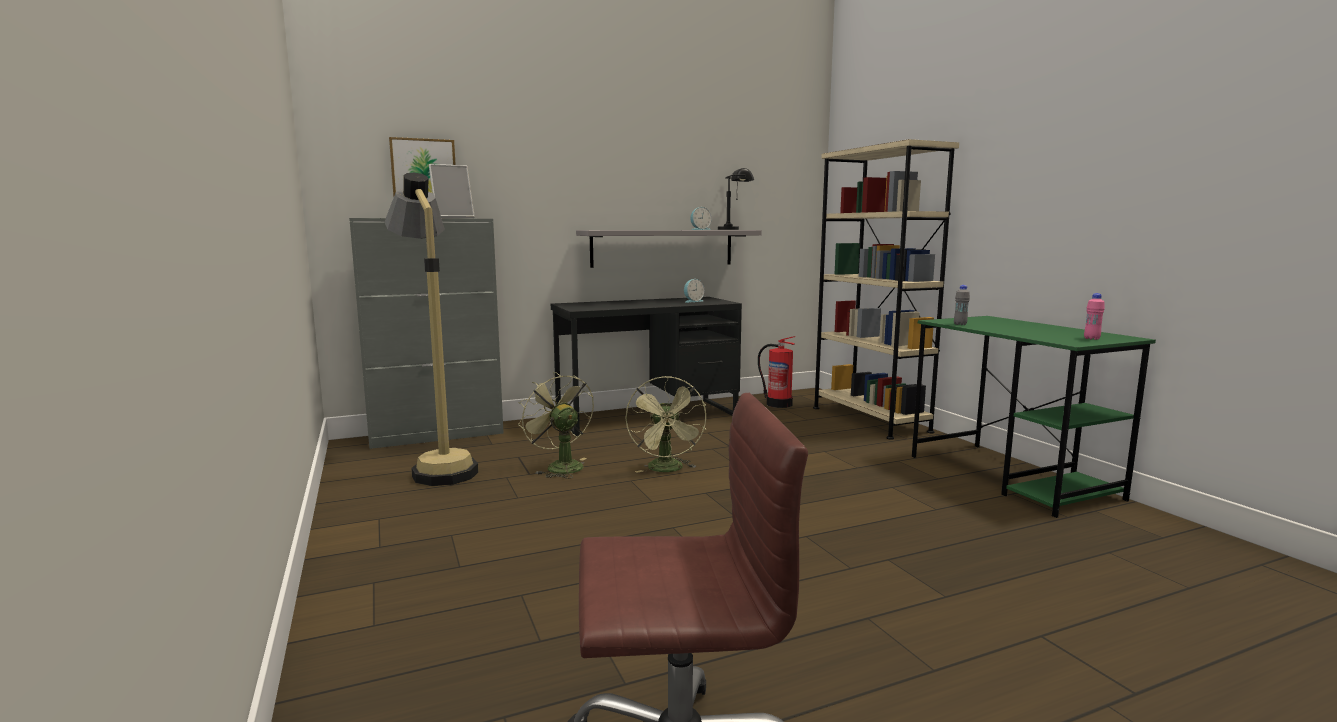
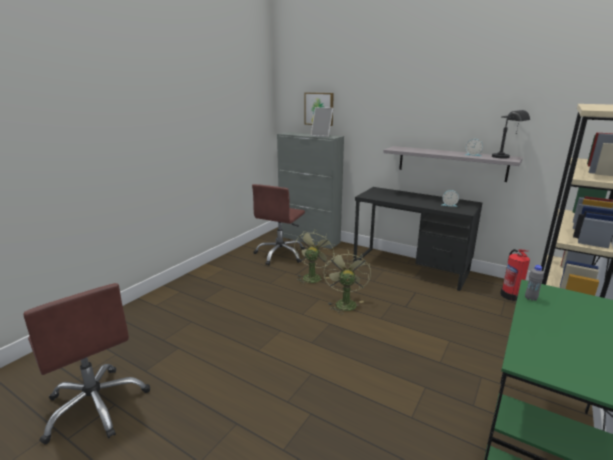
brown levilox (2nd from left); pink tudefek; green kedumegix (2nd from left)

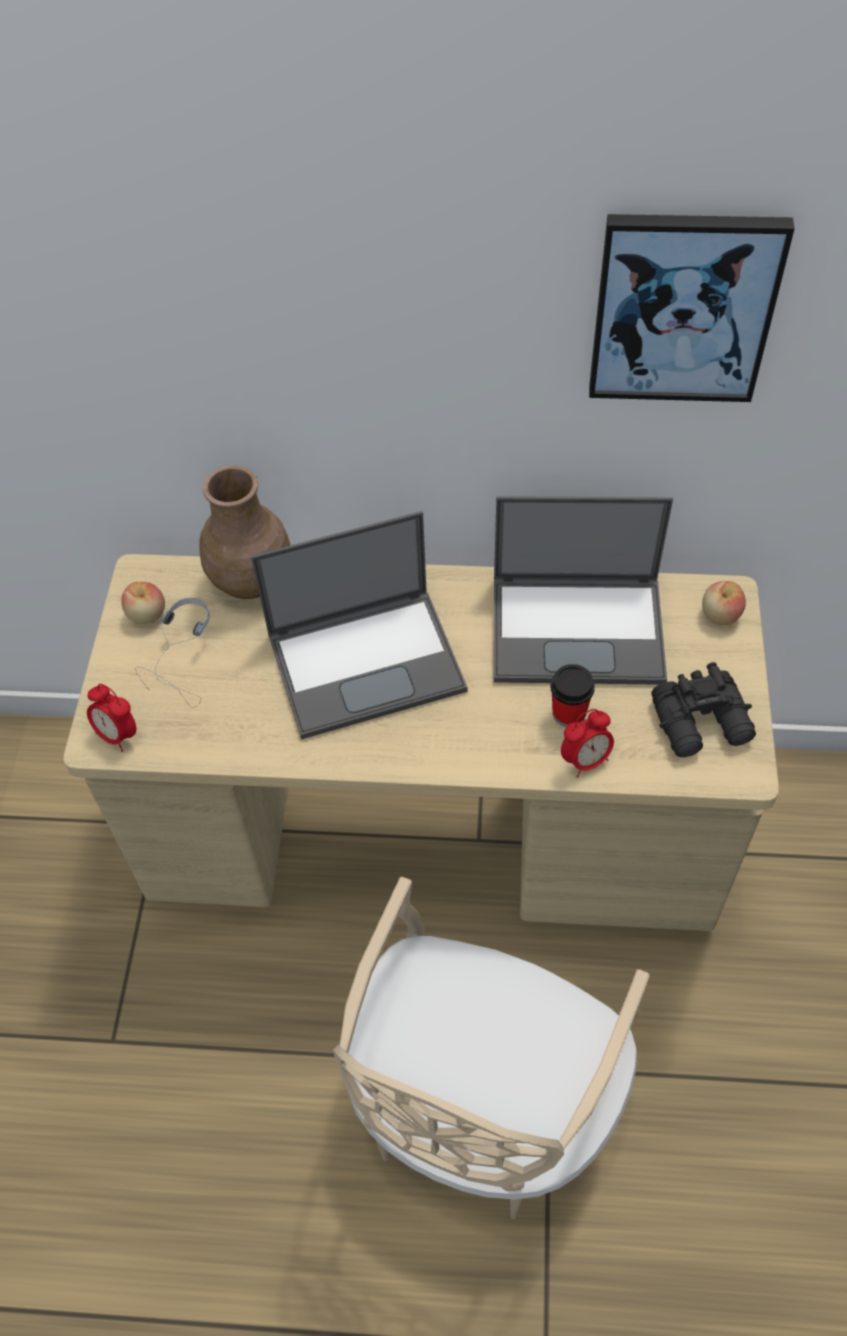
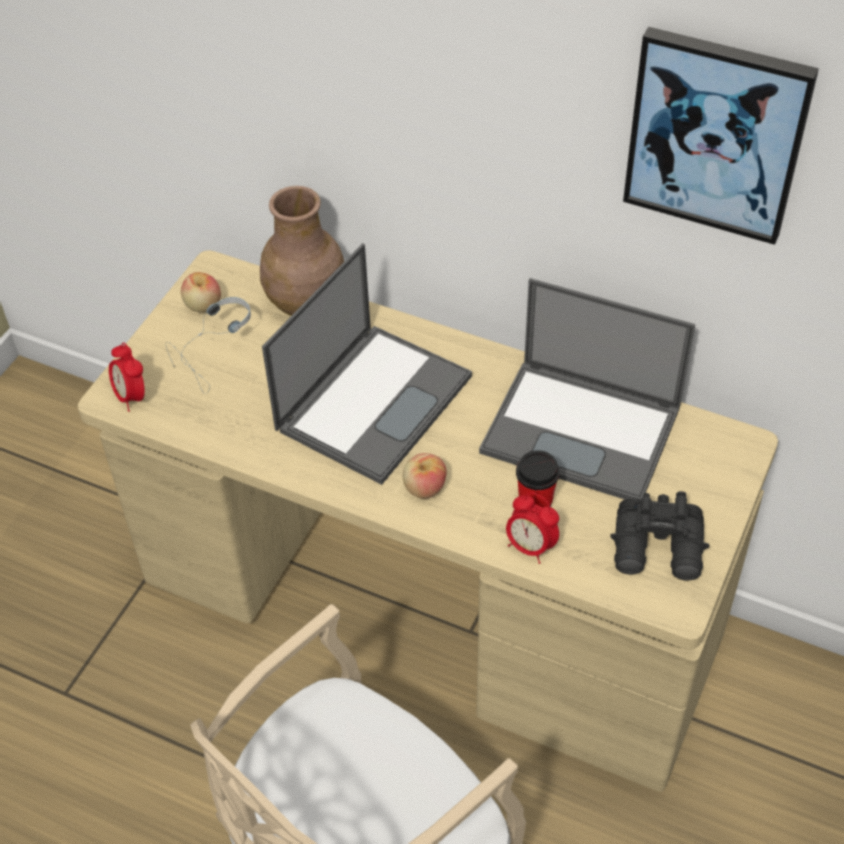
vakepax (1st from left); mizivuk (2nd from left); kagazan (2nd from left)

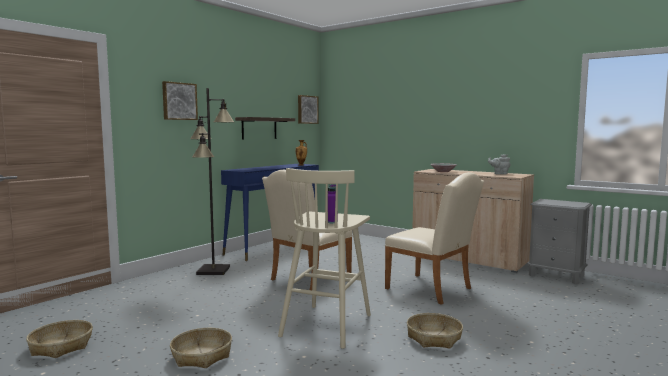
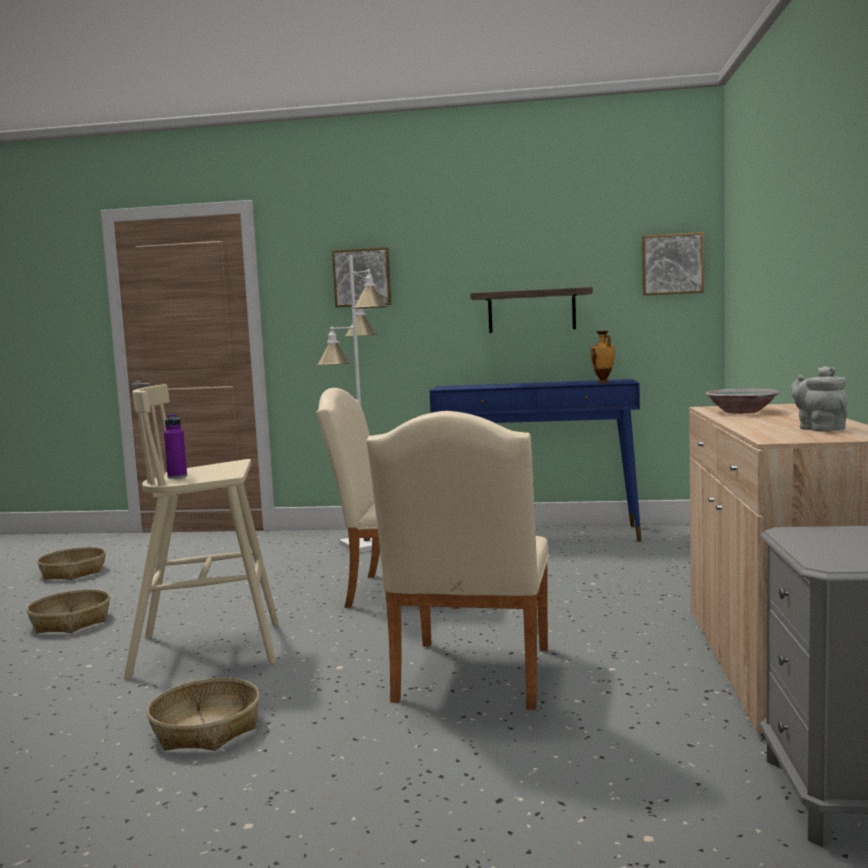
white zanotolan

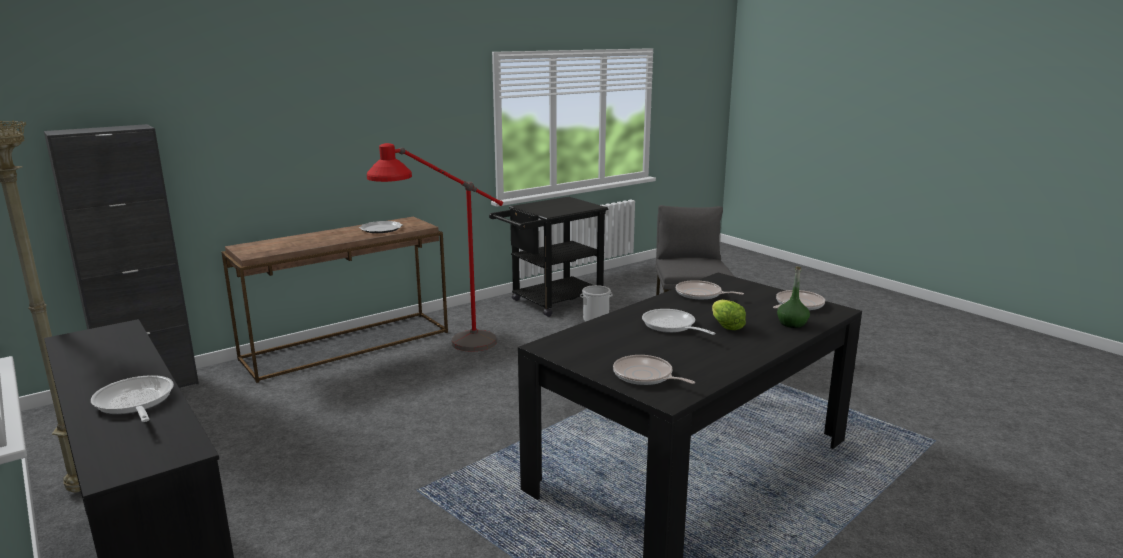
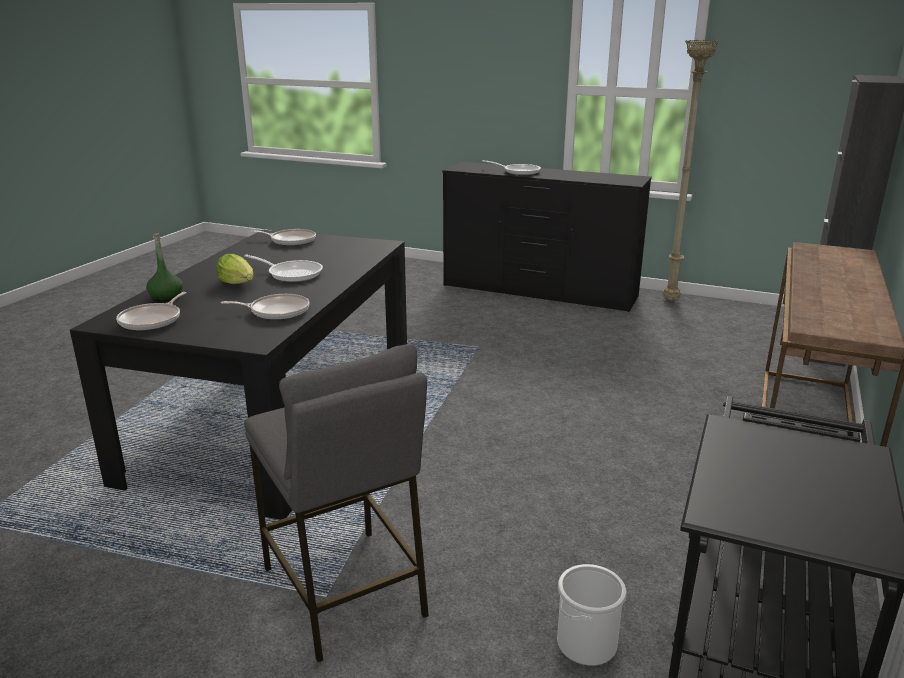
red zanotolan; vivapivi

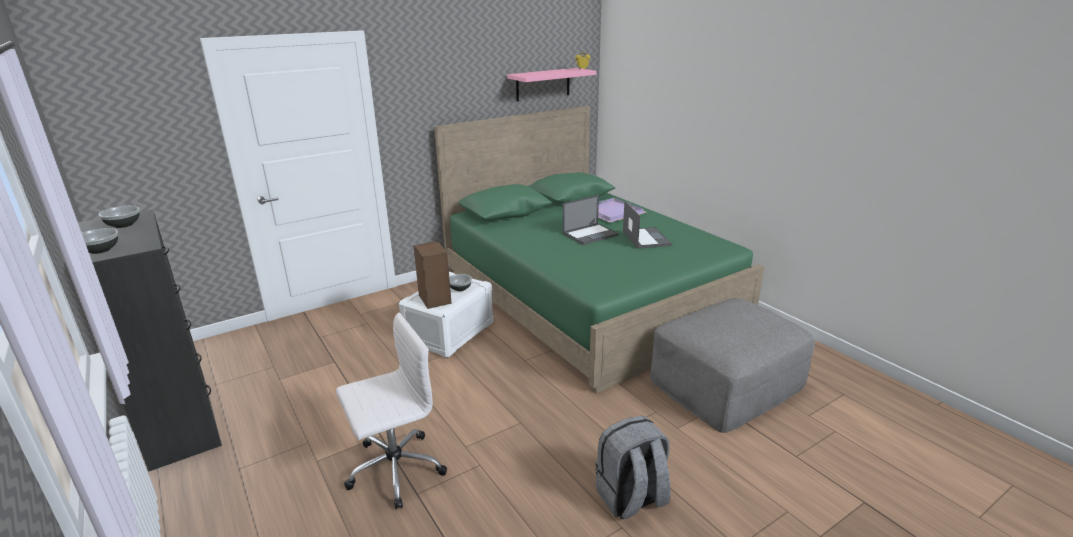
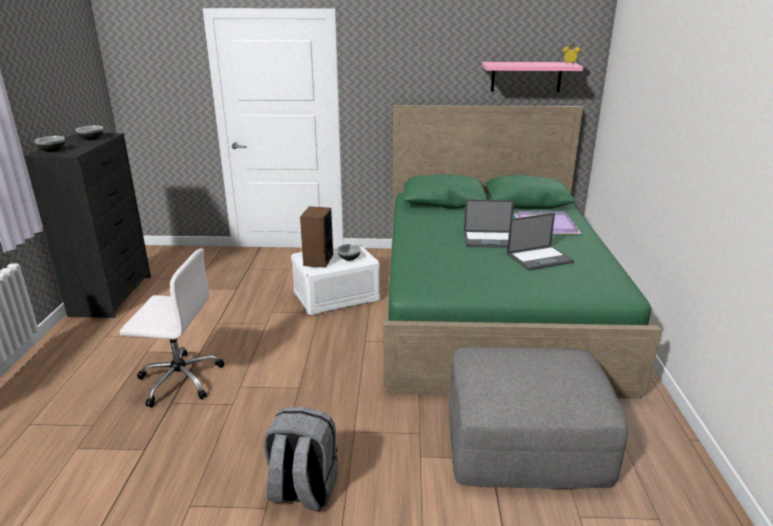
vakepax (2nd from left)

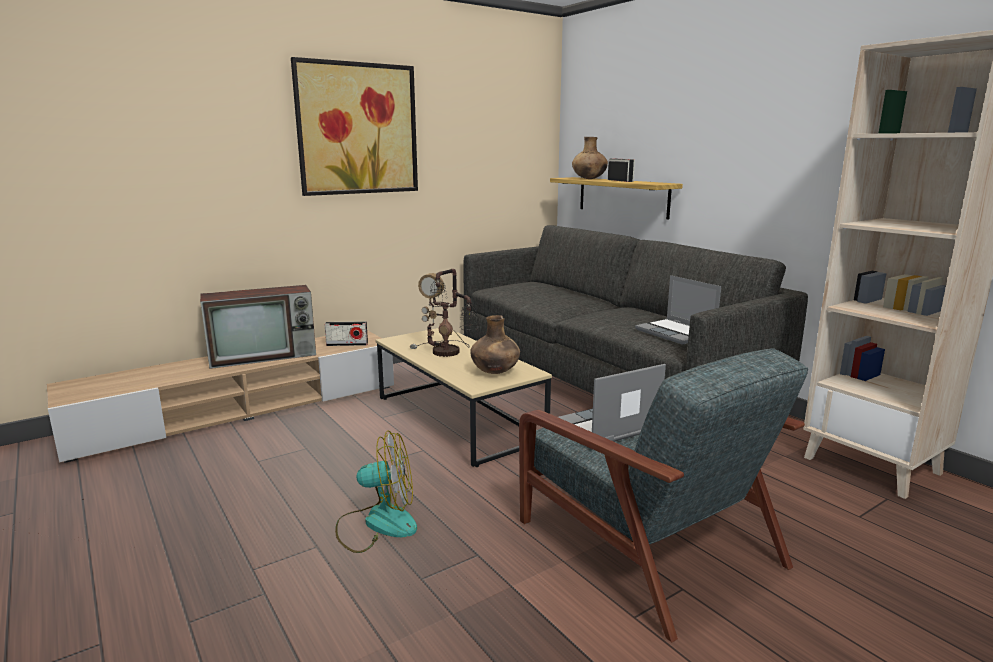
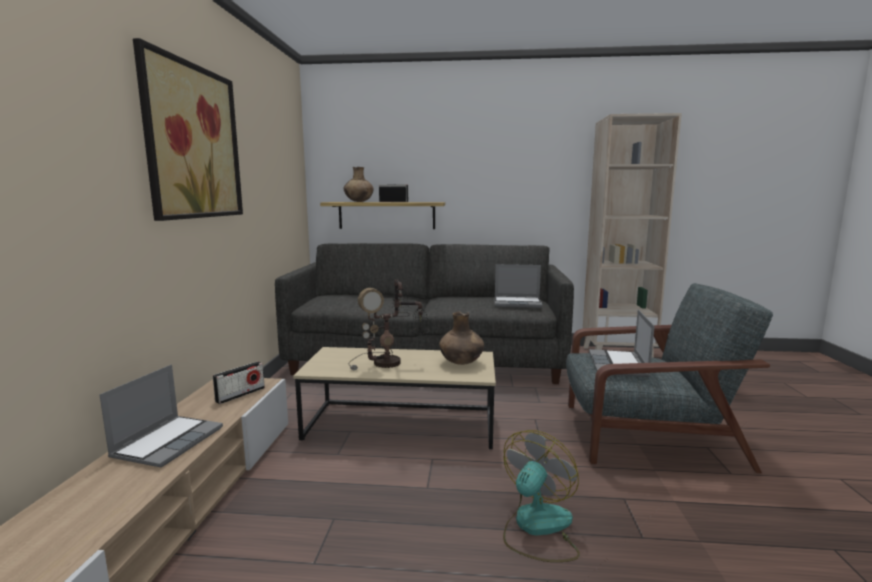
vakepax (1st from left)

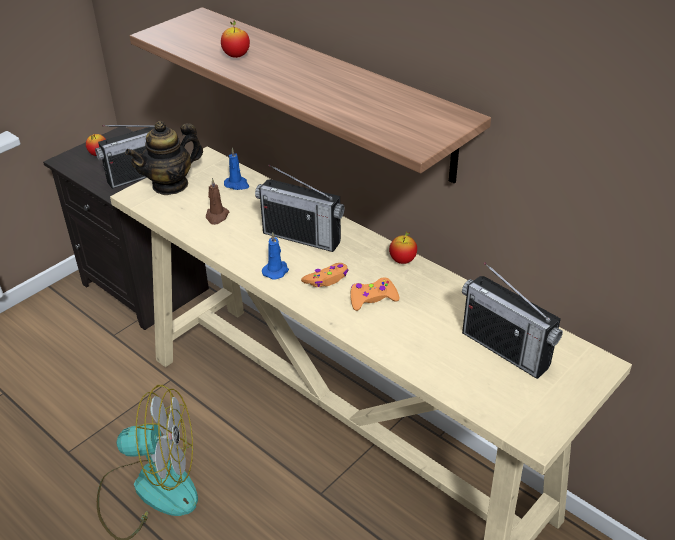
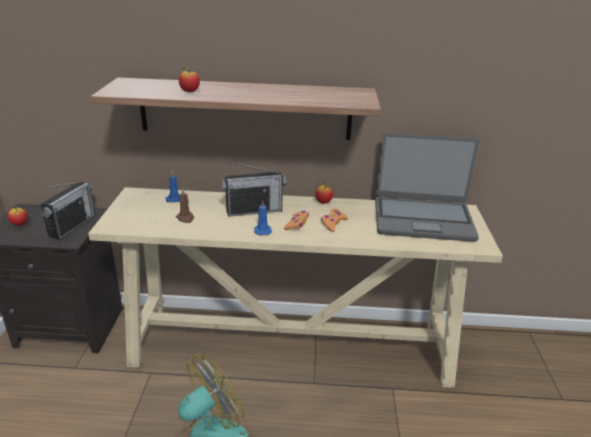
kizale; vakepax

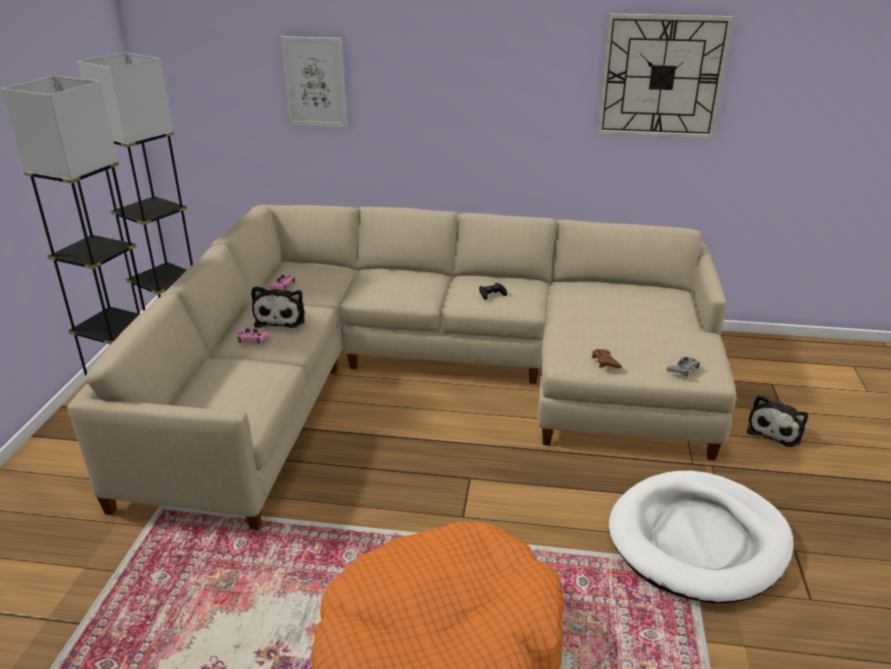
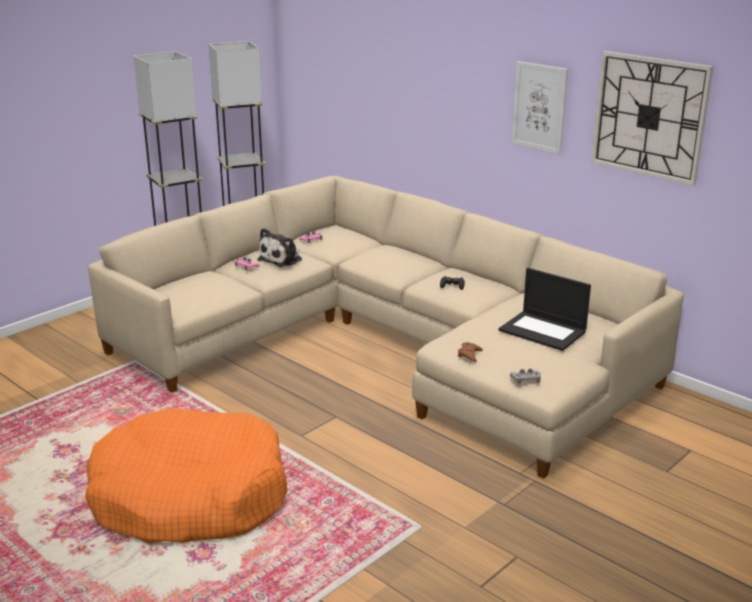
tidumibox; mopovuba (2nd from left in the first image); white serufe; vakepax

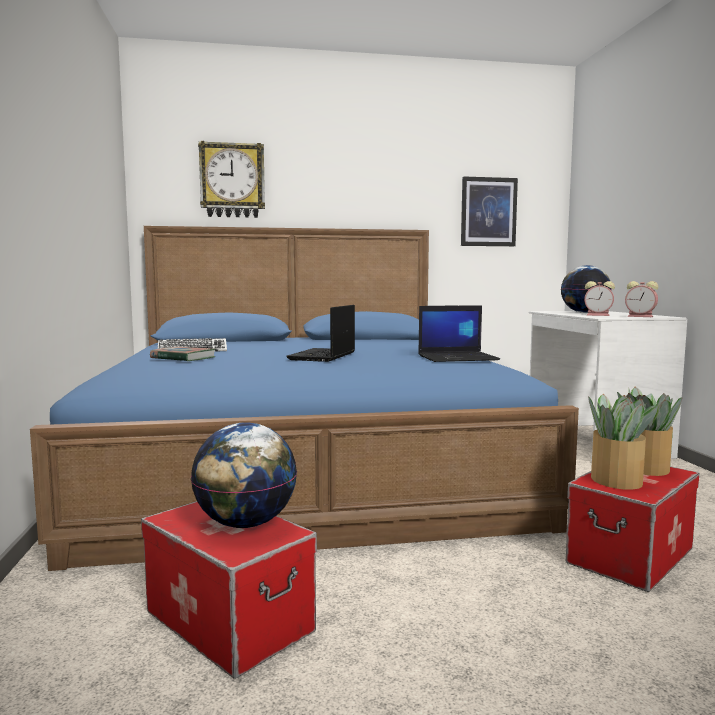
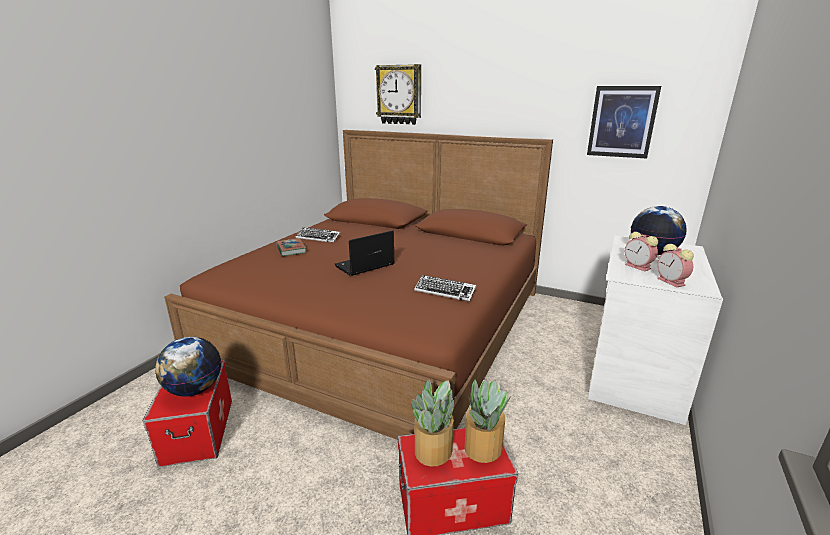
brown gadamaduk; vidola (2nd from left)

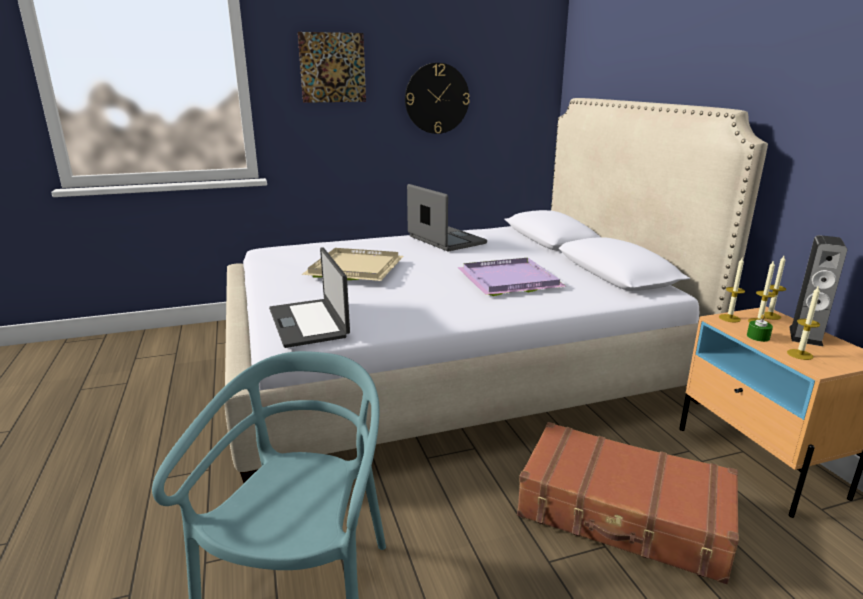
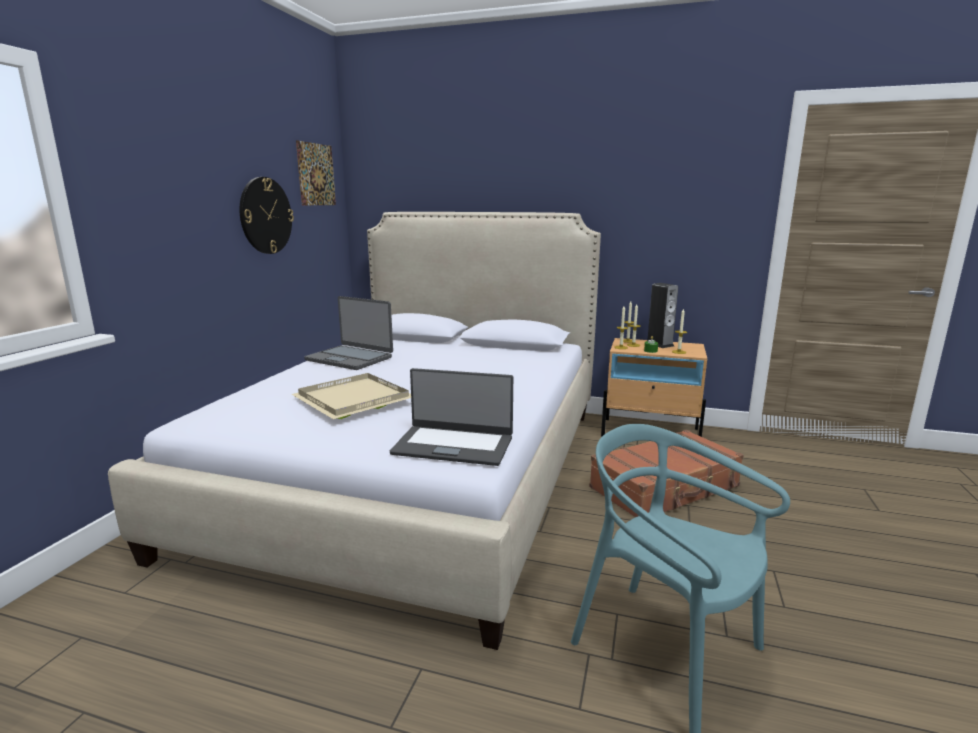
tidumibox; vakepax (1st from left); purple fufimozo

